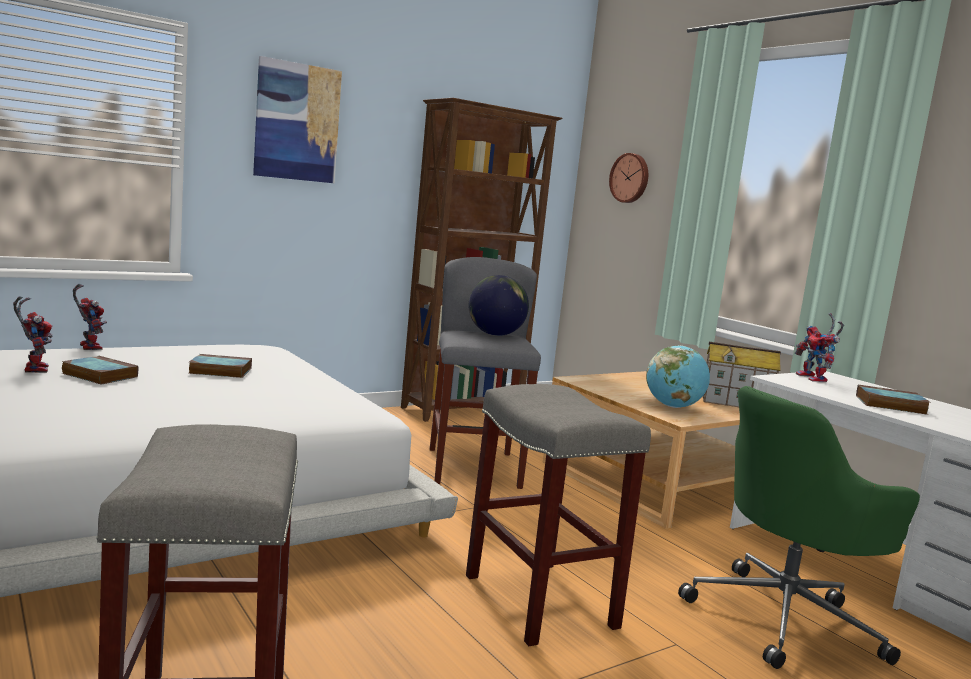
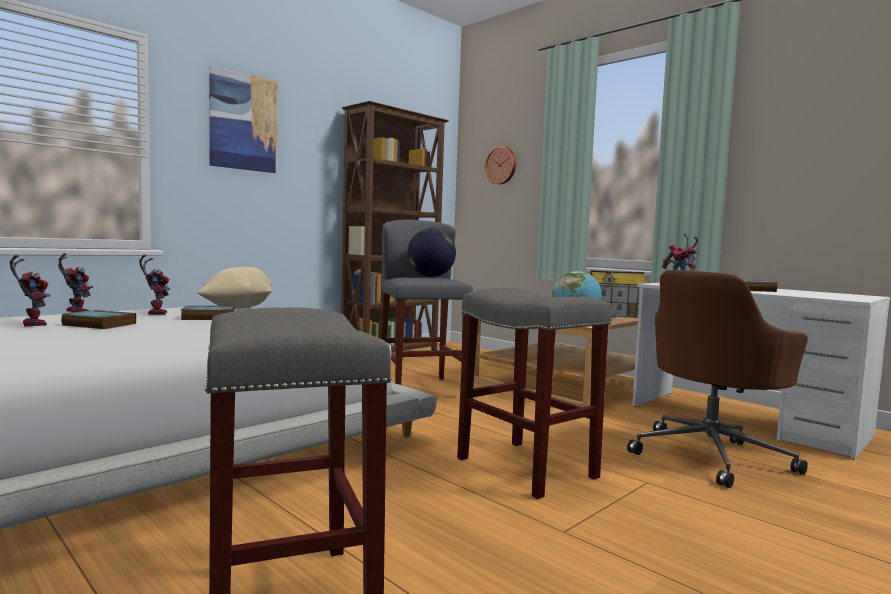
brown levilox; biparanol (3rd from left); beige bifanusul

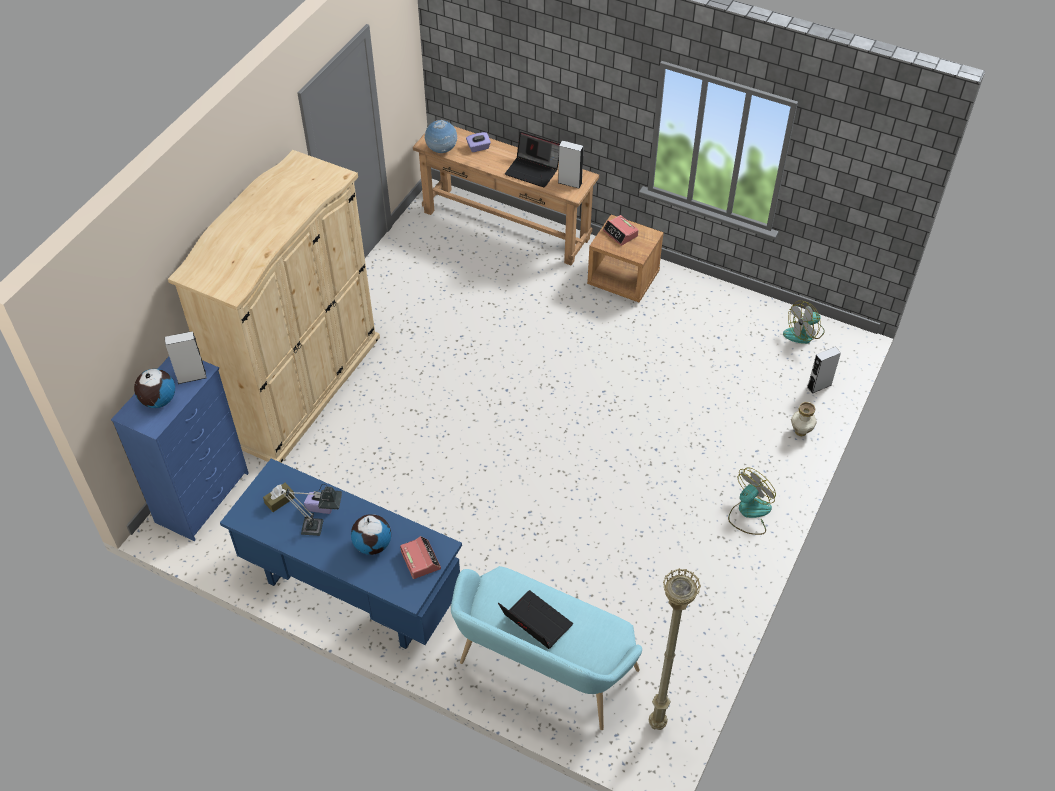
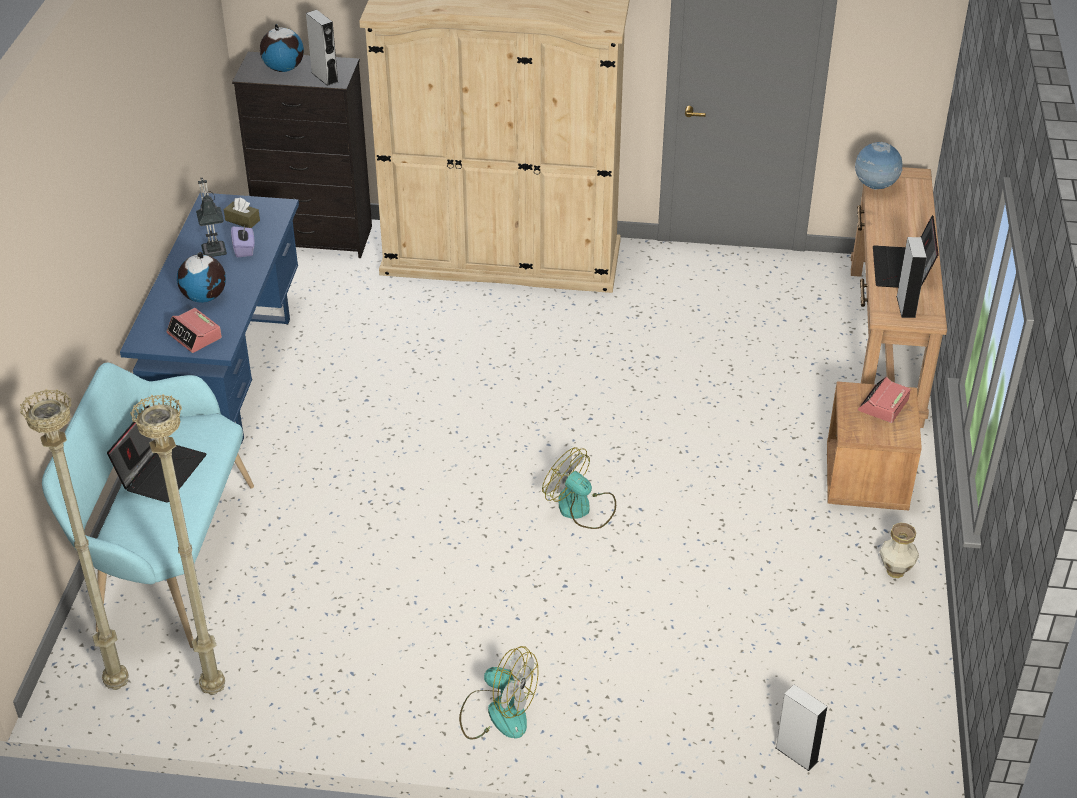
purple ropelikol (2nd from left in the first image); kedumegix (2nd from left); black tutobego; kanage; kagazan (1st from left); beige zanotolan (2nd from left)

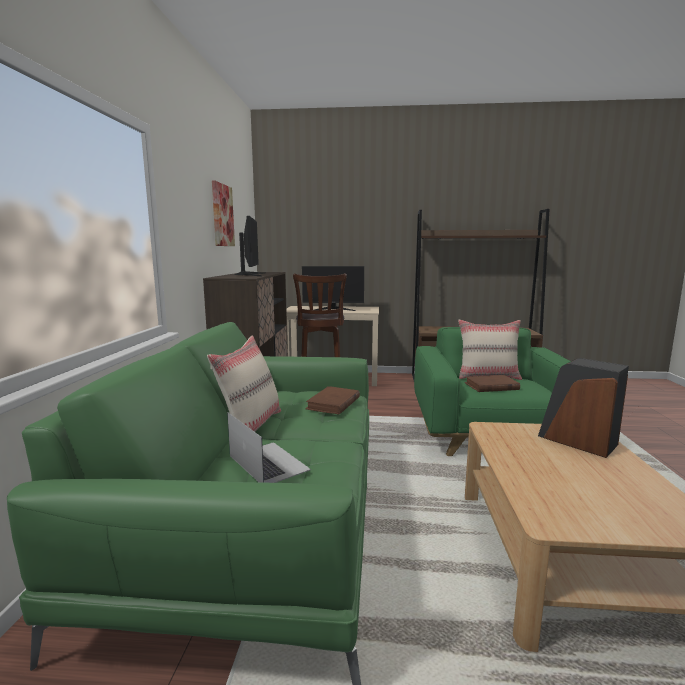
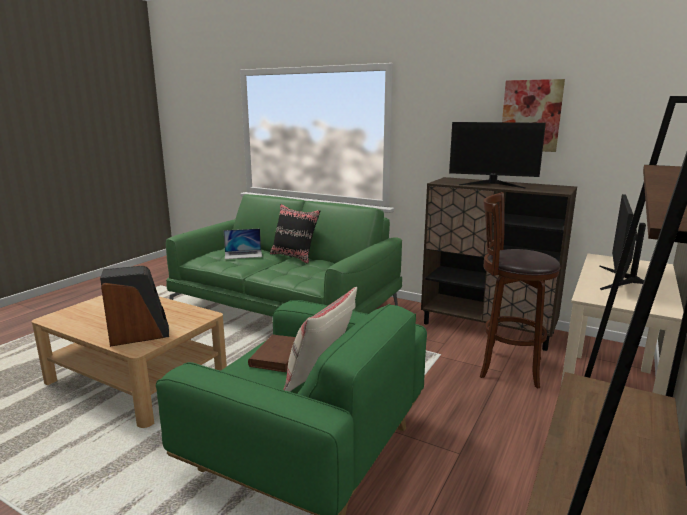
black bifanusul; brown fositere (1st from left in the first image)

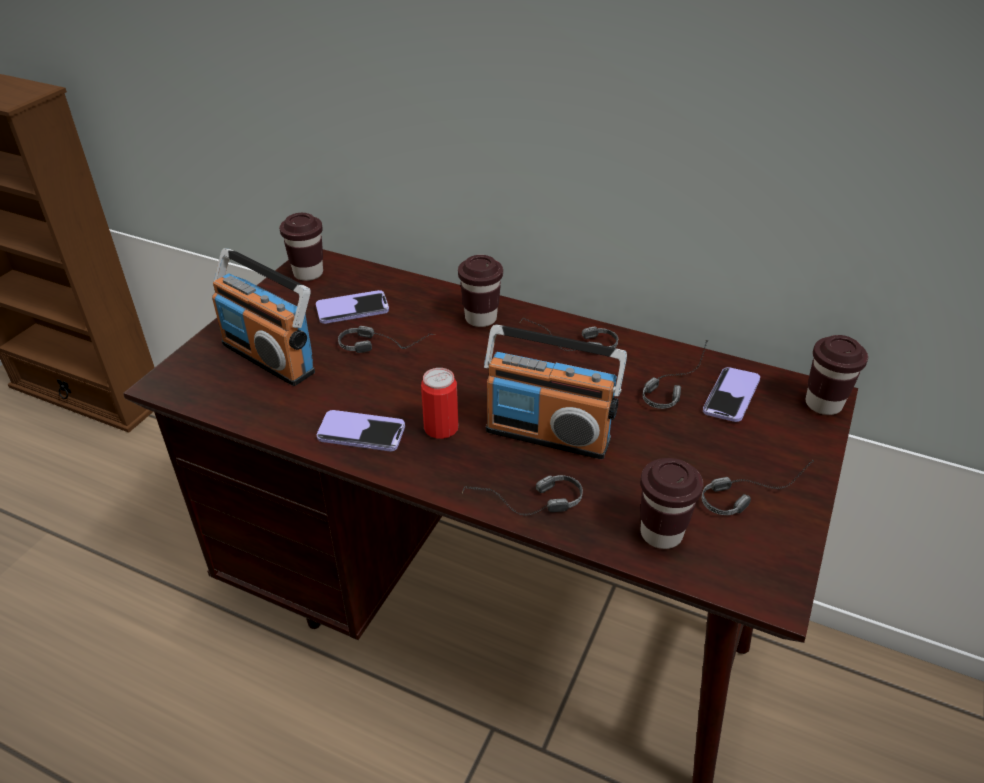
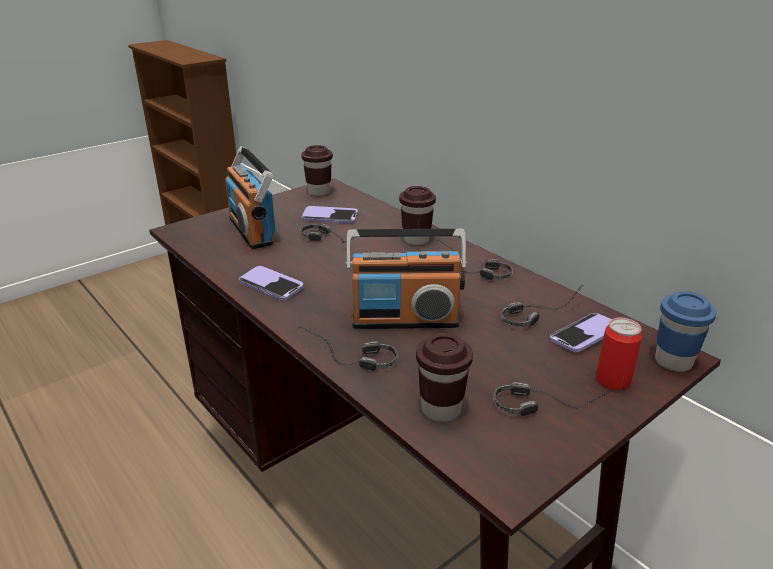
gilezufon (2nd from left); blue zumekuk; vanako

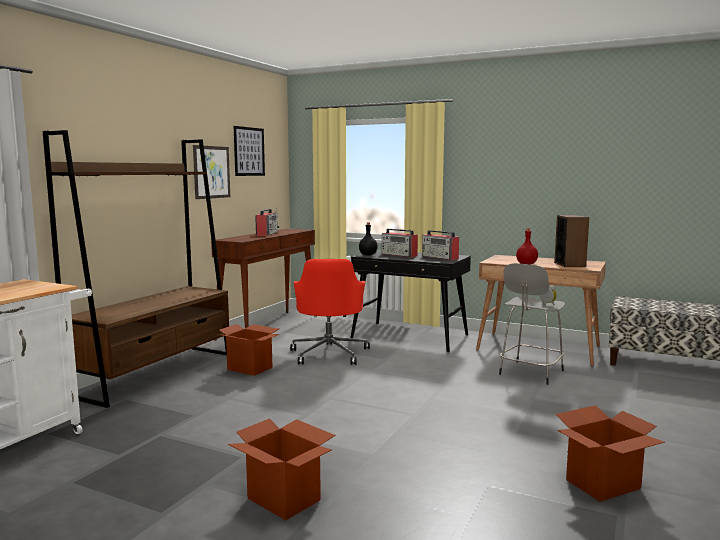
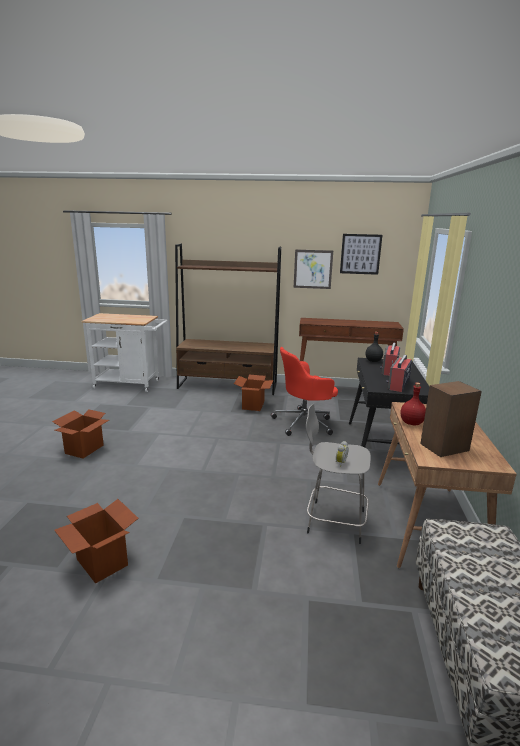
gilezufon (1st from left in the first image)

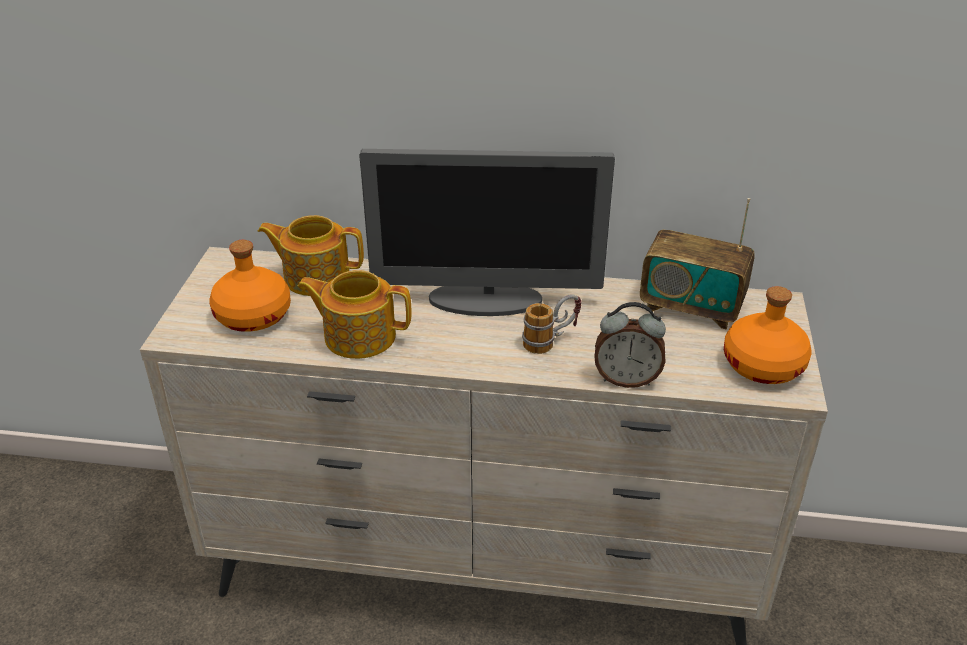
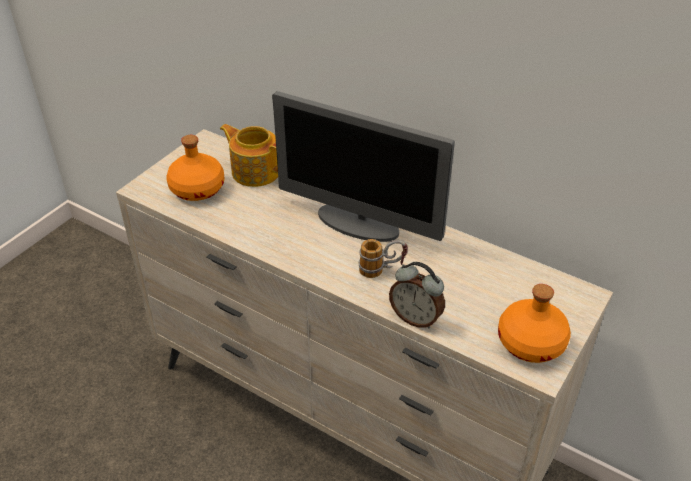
gilezufon; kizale (2nd from left in the first image)

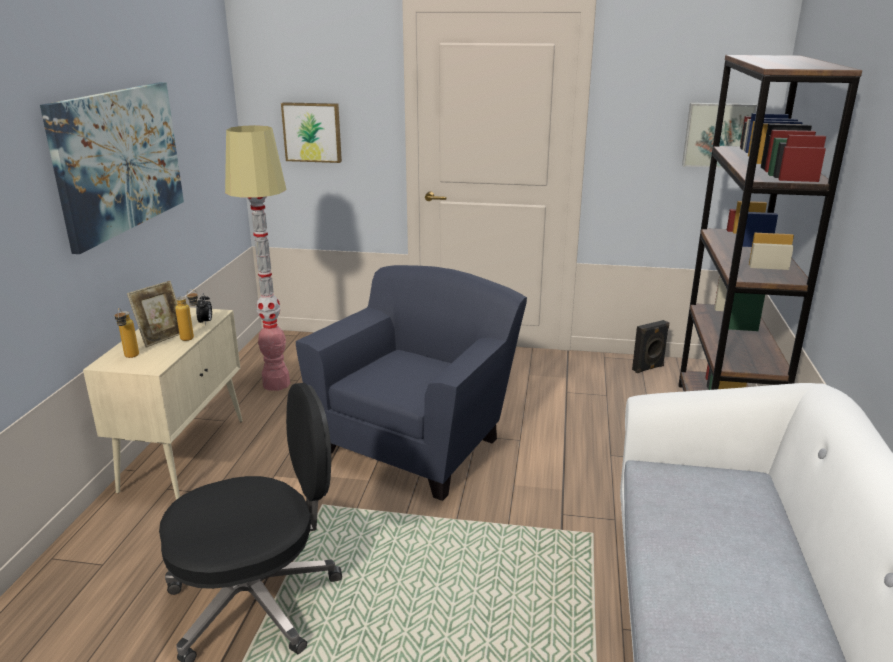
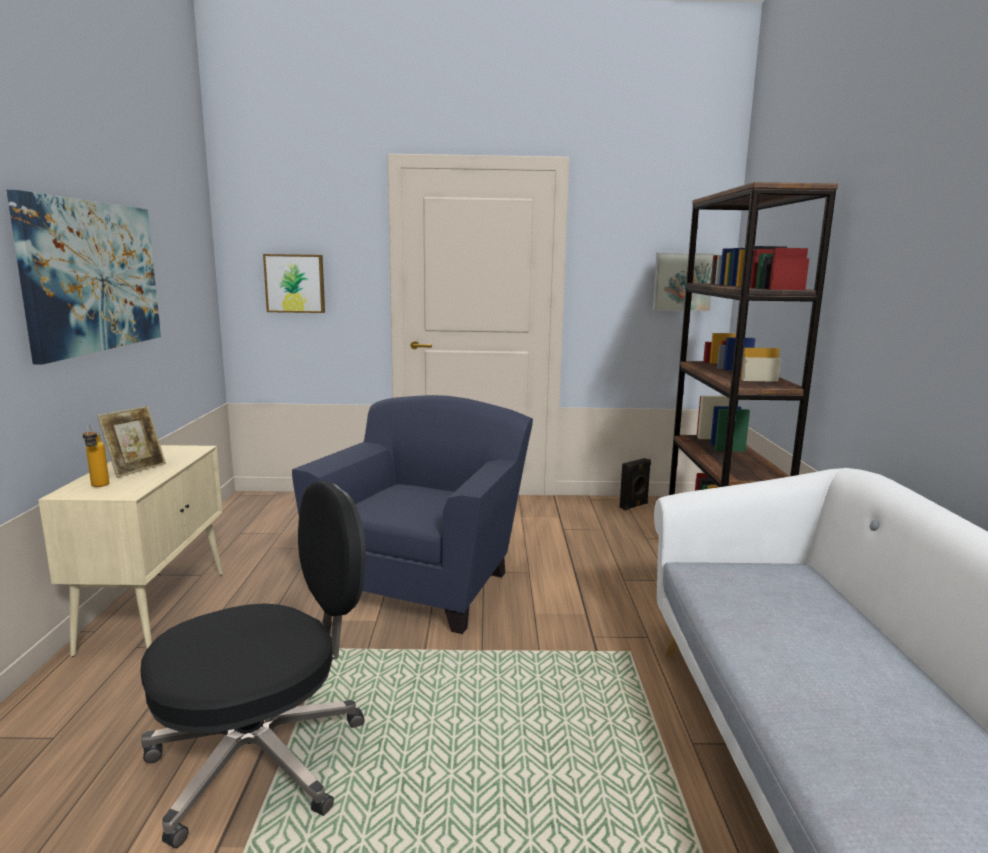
zanotolan; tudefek (2nd from left in the first image); kagazan

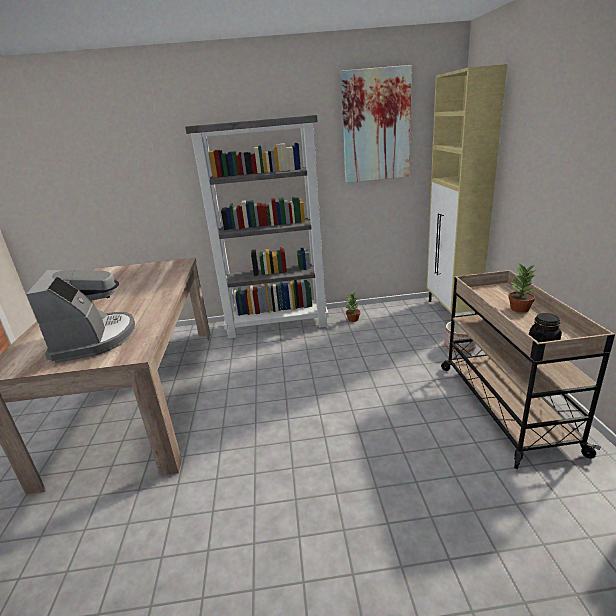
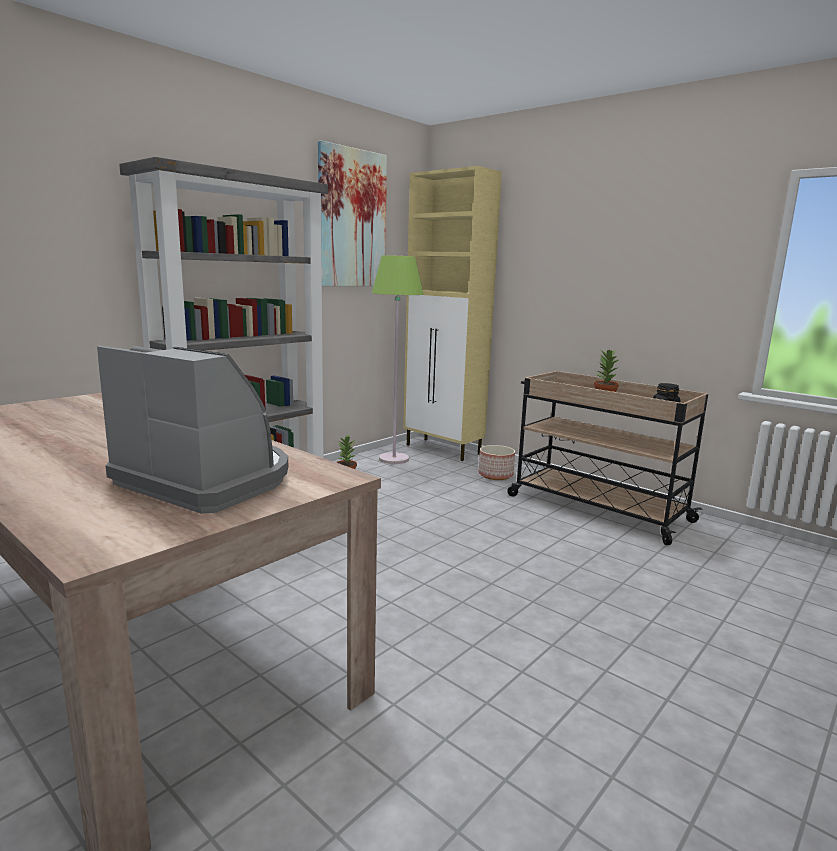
green zanotolan

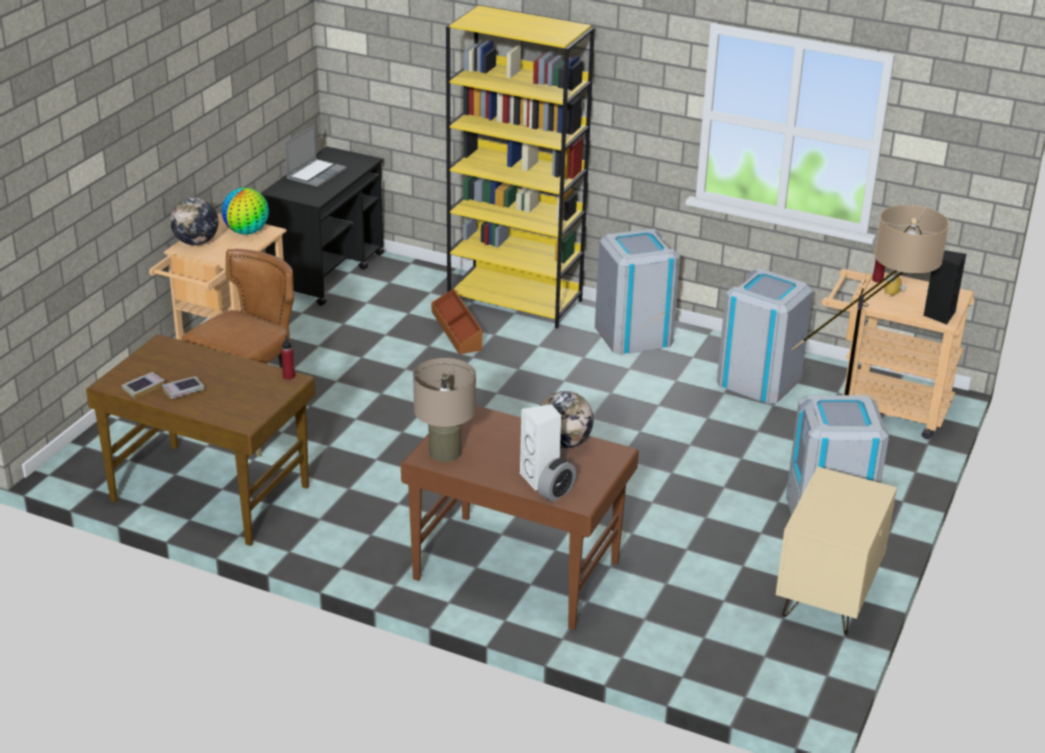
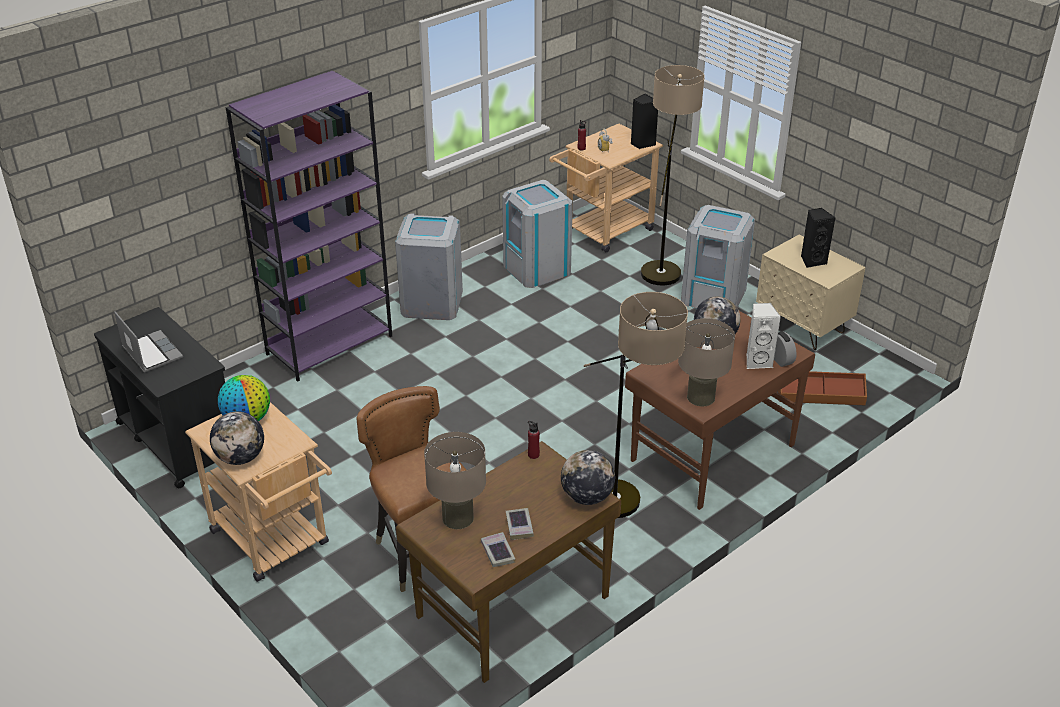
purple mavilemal; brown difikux; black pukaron (2nd from left); zanotolan (1st from left); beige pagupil (1st from left); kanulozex (3rd from left)

